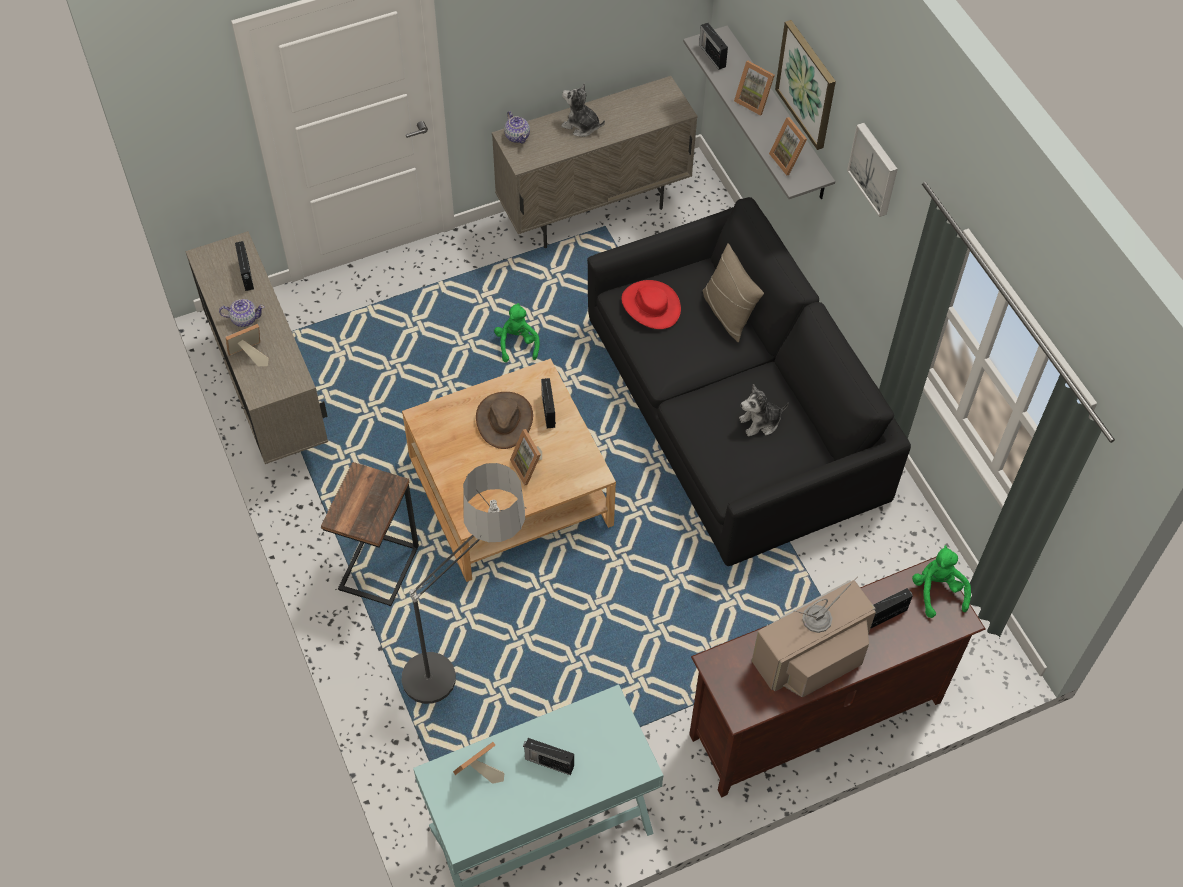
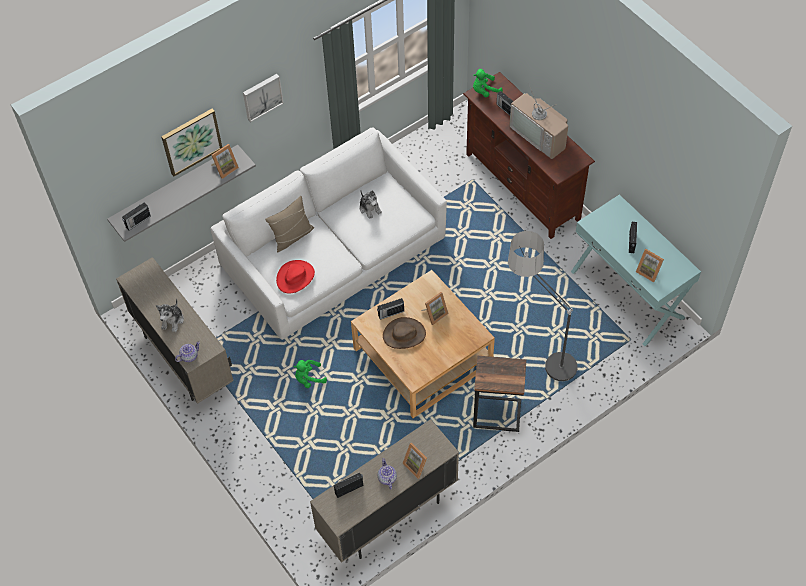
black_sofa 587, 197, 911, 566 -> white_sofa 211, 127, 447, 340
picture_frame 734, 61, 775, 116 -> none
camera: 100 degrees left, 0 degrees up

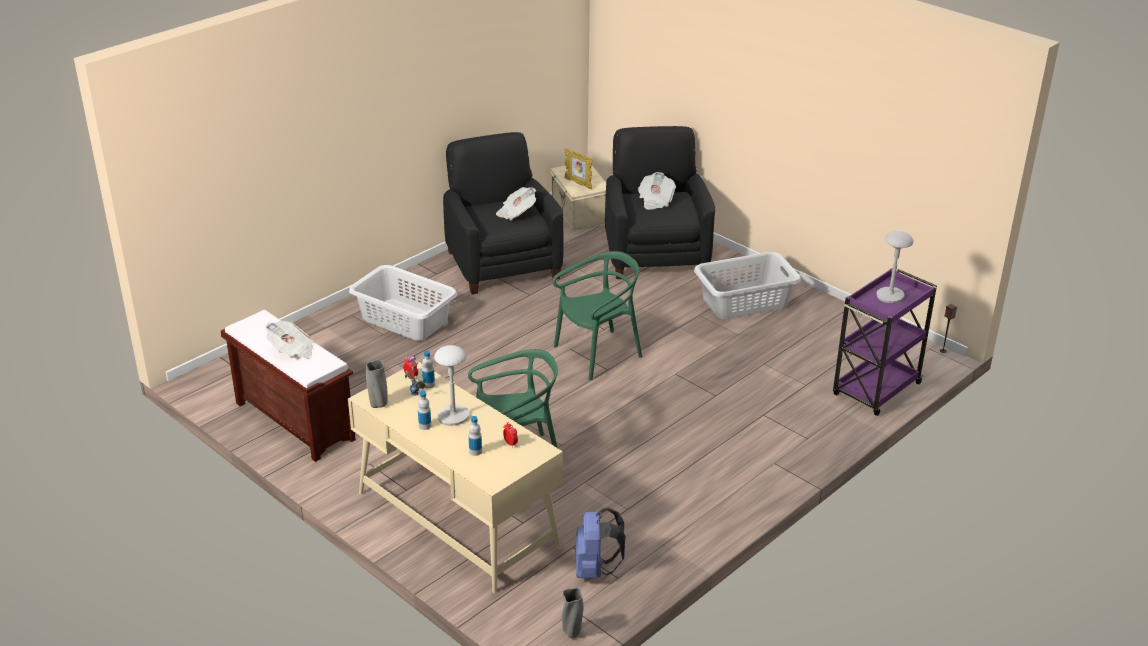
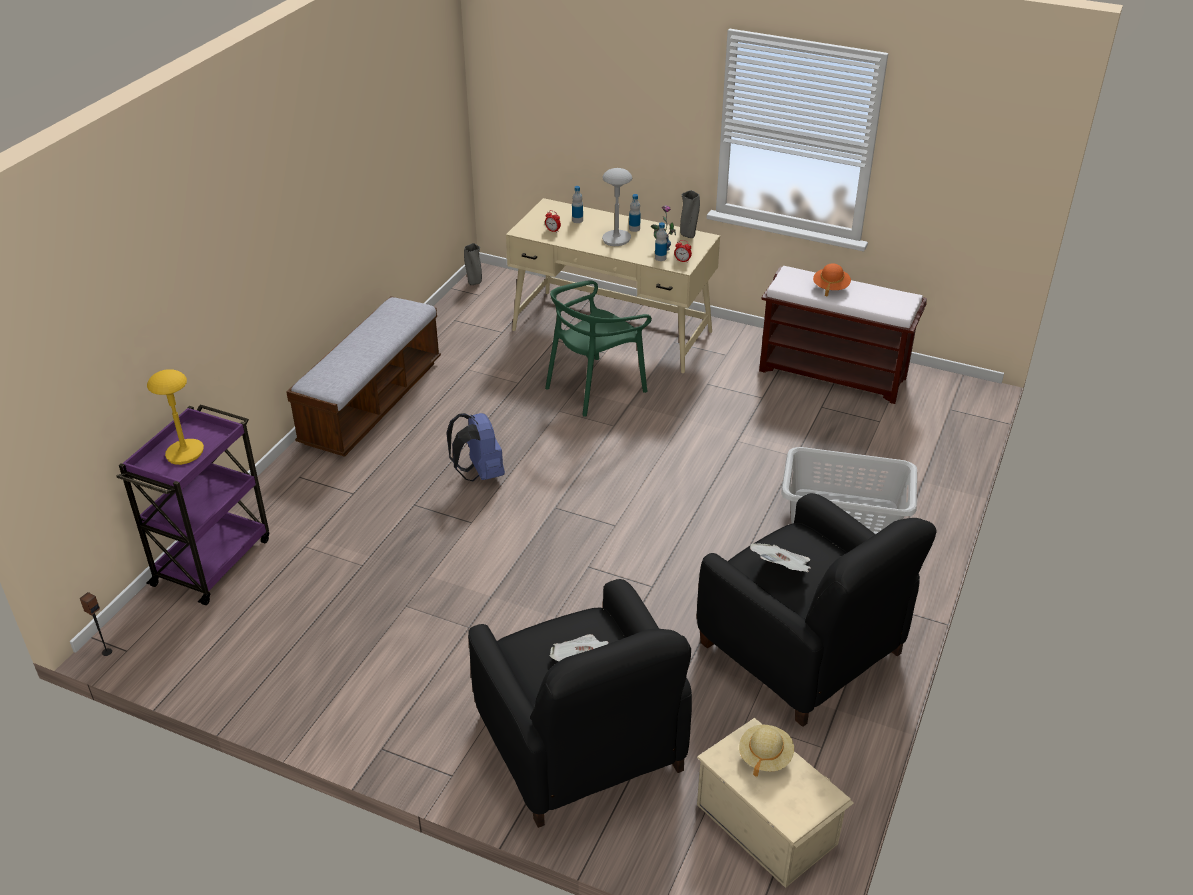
newspaper 265, 321, 314, 359 -> orange_hat 813, 263, 851, 297
green_chair 552, 251, 642, 380 -> none
picture_frame 564, 148, 593, 189 -> beige_hat 739, 725, 794, 777
blue_backpack 575, 508, 626, 578 -> blue_backpack 446, 413, 505, 481, move
grey_laundry_basket 694, 252, 801, 319 -> none
grey_table_lamp 877, 231, 914, 303 -> yellow_table_lamp 147, 369, 204, 465
none -> bench 286, 296, 441, 457
camera: 160 degrees right, 5 degrees up

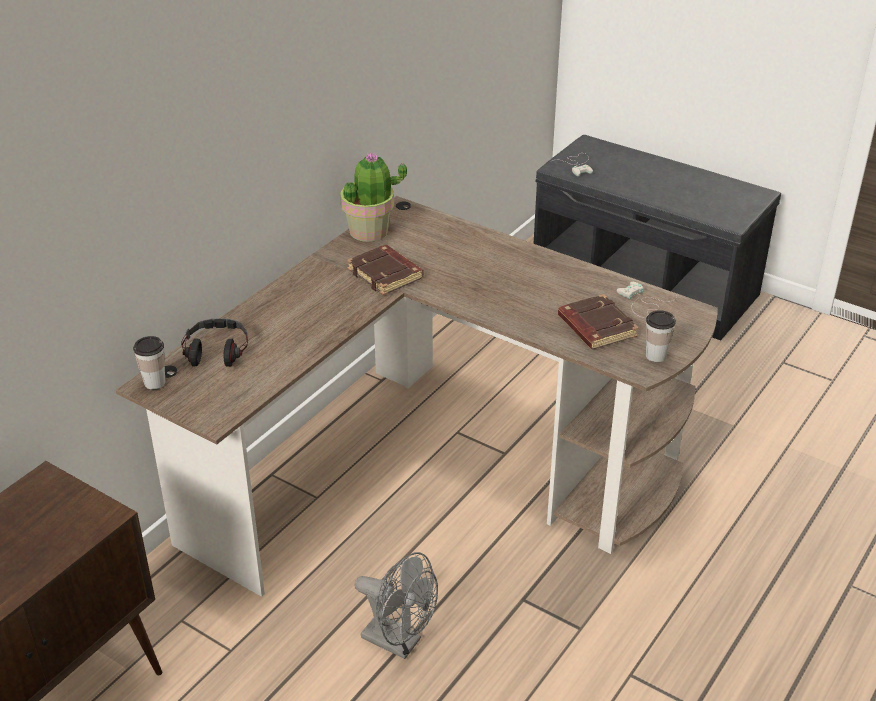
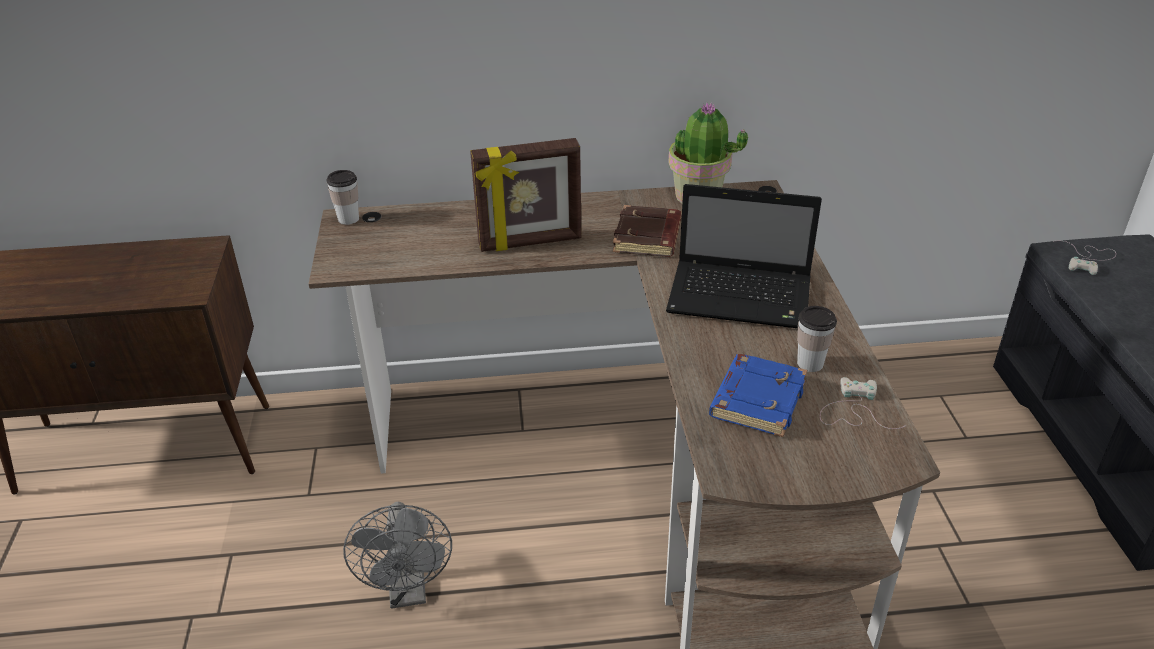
headphones 181, 318, 248, 367 -> none
brown_book 558, 294, 639, 349 -> blue_book 709, 354, 807, 437
cup 646, 310, 676, 362 -> cup 797, 306, 837, 372, move
none -> picture_frame 470, 138, 582, 252
none -> laptop 666, 184, 822, 328
camera: 50 degrees right, 0 degrees up

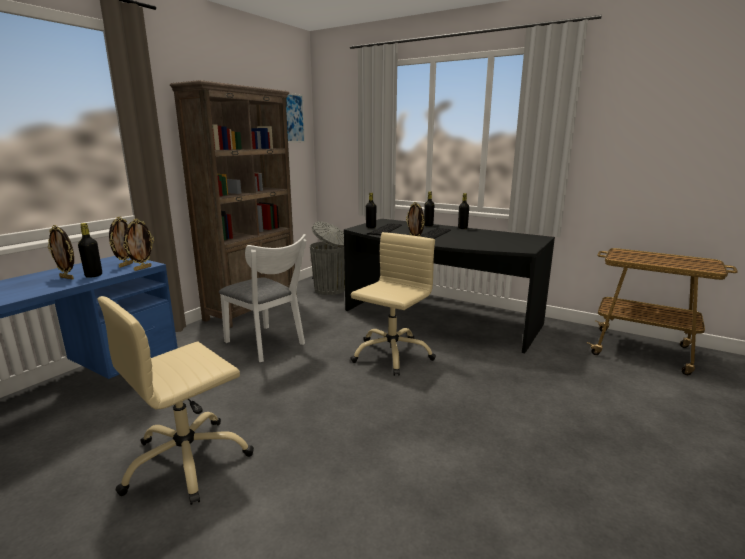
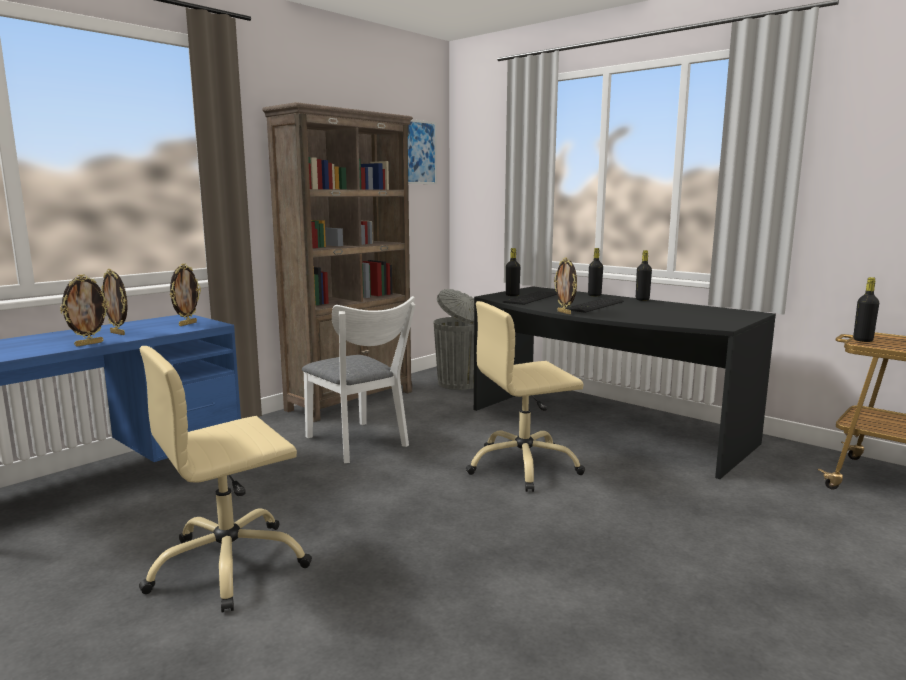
black_bottle 78, 223, 102, 278 -> black_bottle 853, 277, 879, 342, move
picture_frame 123, 219, 154, 271 -> picture_frame 60, 274, 109, 347, move
beige_office_chair 350, 232, 436, 376 -> beige_office_chair 466, 301, 585, 492, 150 degrees counterclockwise
camera: 10 degrees right, 5 degrees down

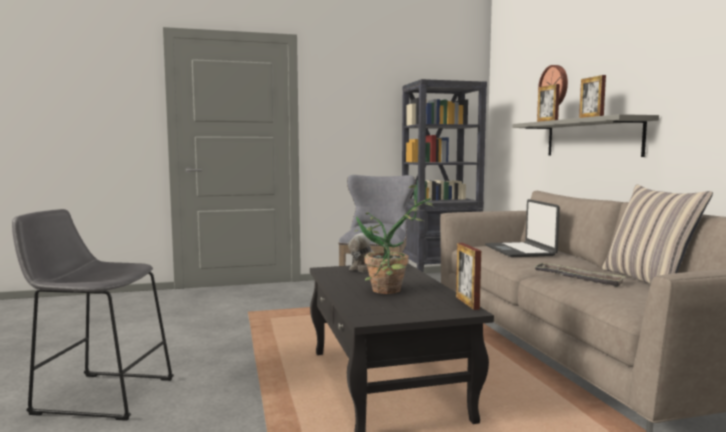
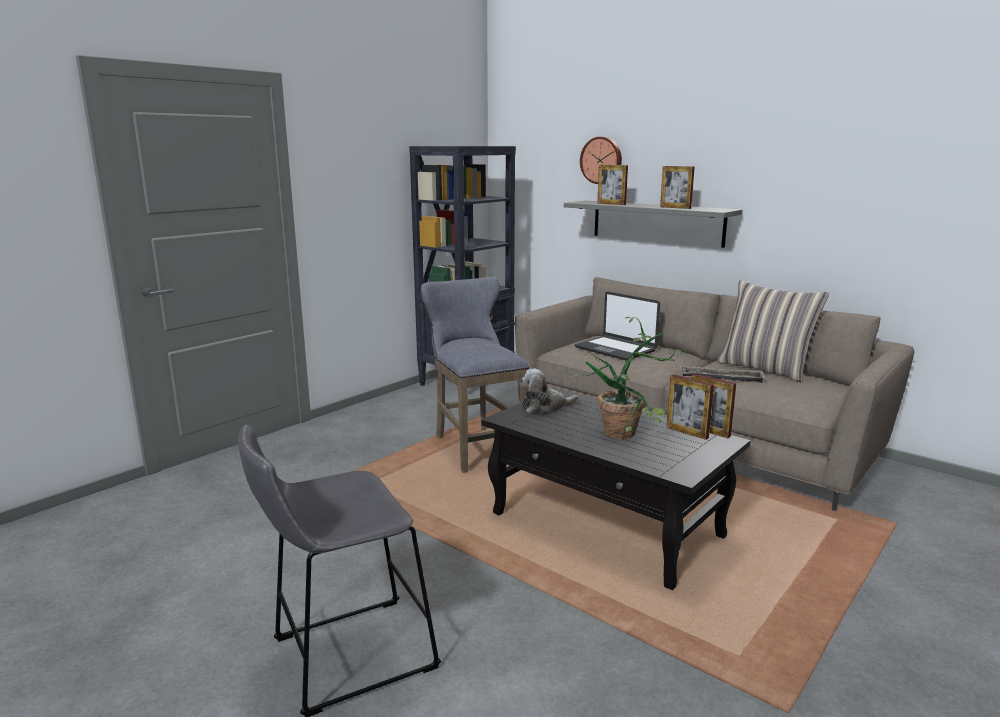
none -> picture_frame 667, 375, 714, 440
camera: 35 degrees left, 10 degrees up

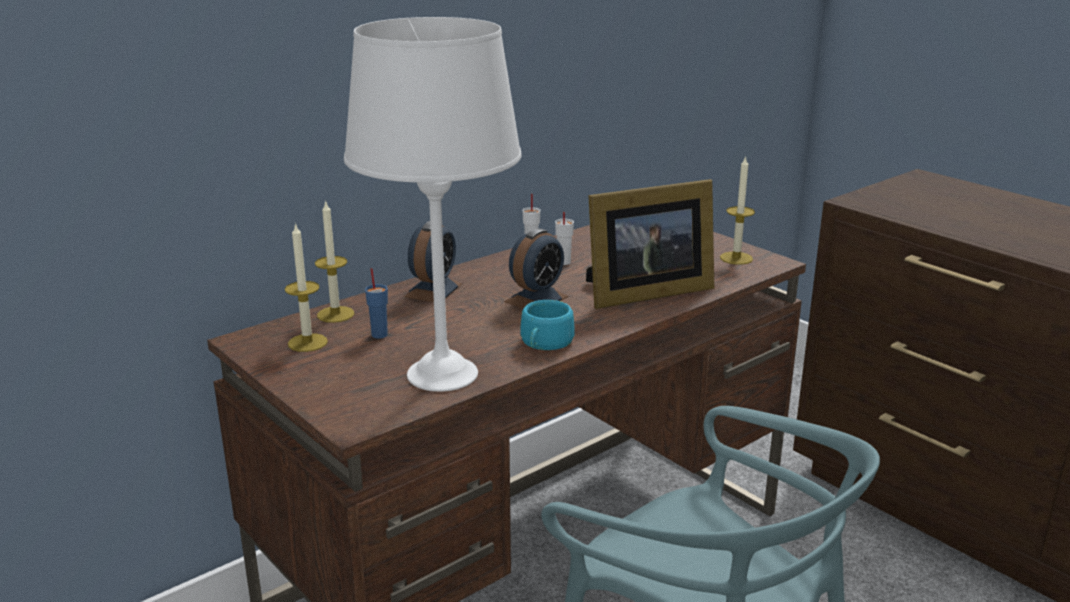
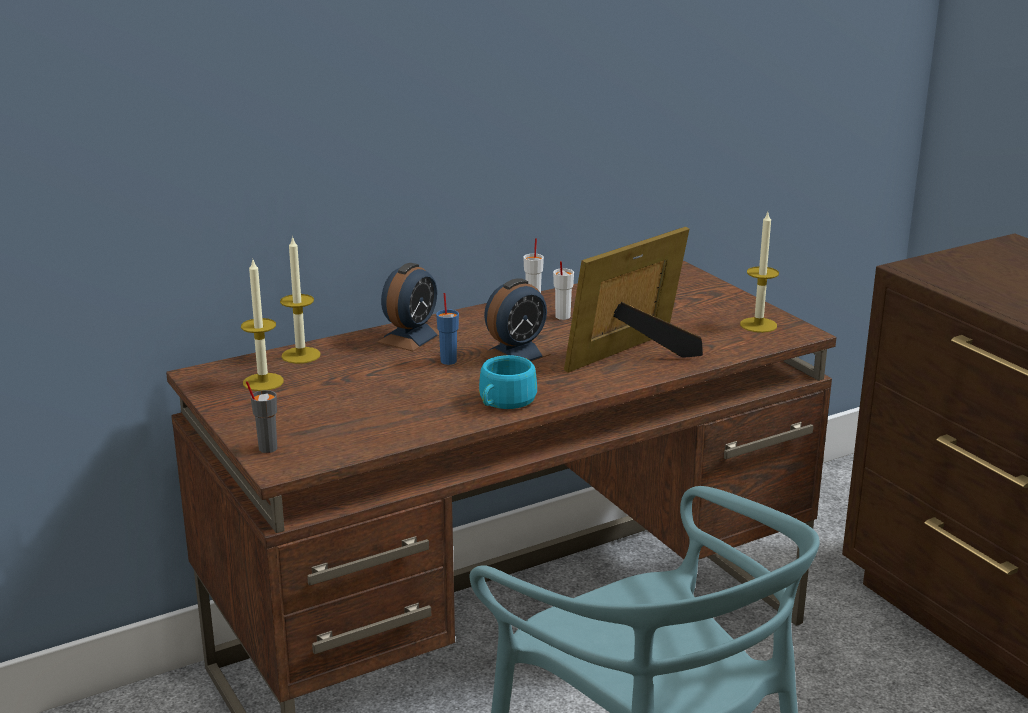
white_table_lamp 344, 17, 522, 392 -> none
blue_cup 365, 268, 388, 339 -> blue_cup 436, 293, 459, 365, move
picture_frame 586, 179, 714, 309 -> picture_frame 564, 227, 703, 373, 150 degrees clockwise
none -> grey_cup 246, 381, 277, 453
camera: 10 degrees right, 0 degrees up

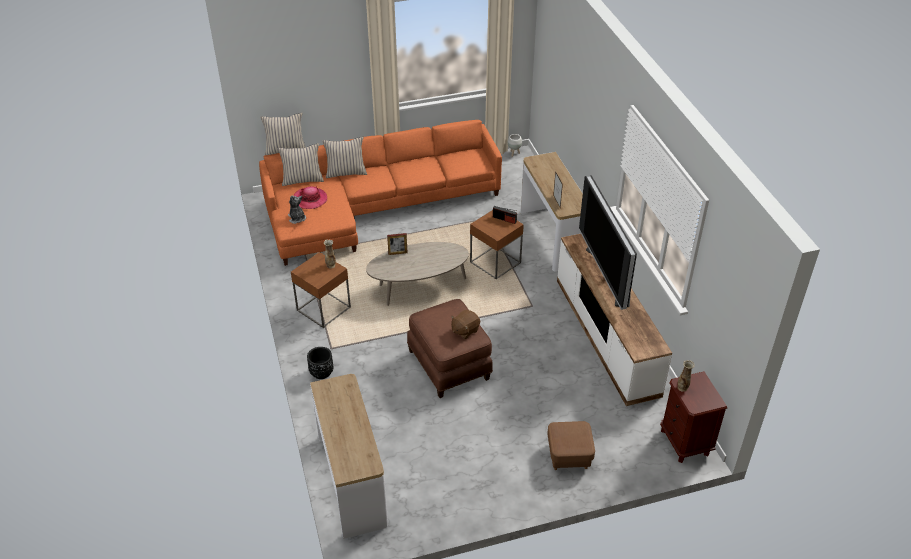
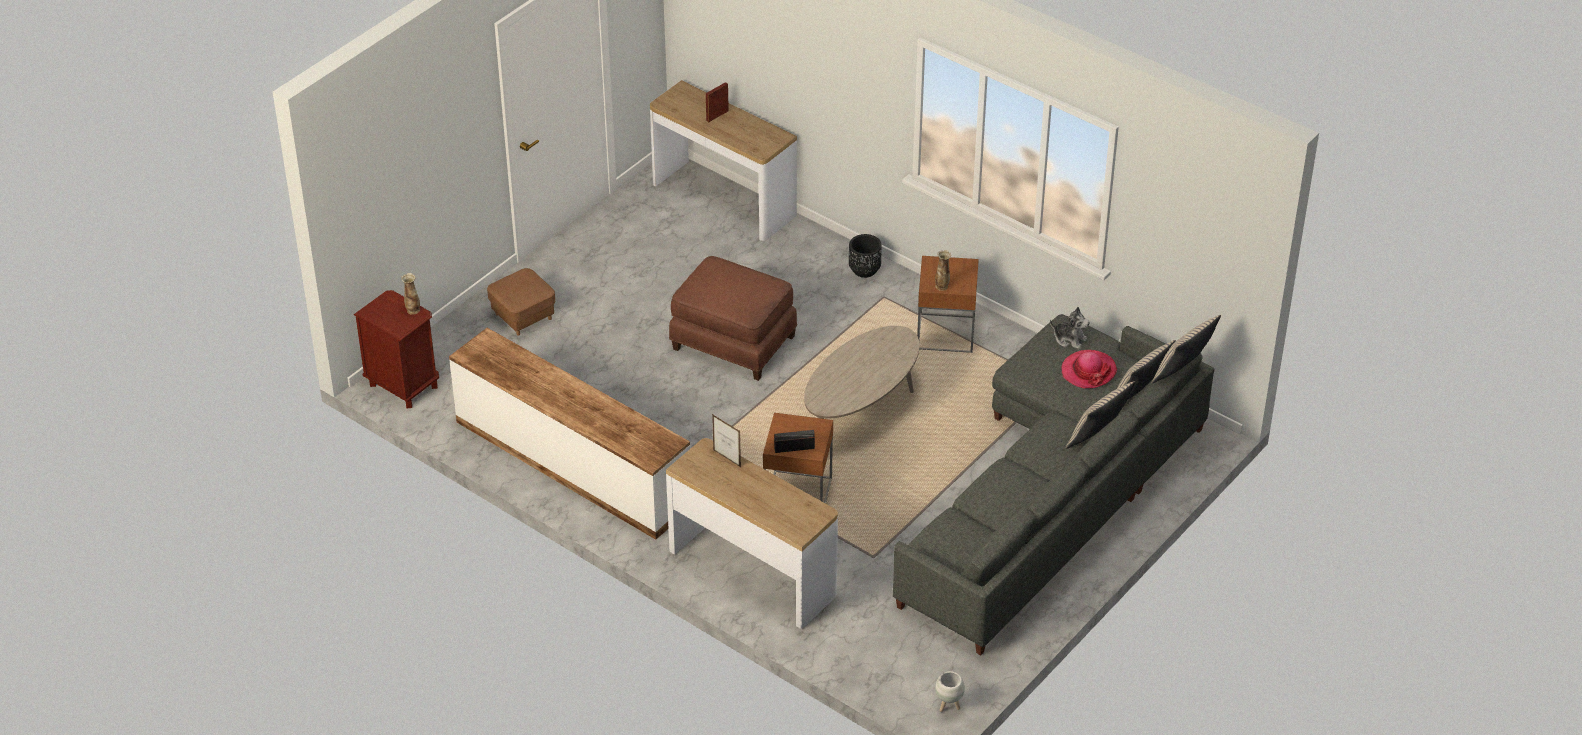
orange_sofa 259, 120, 502, 266 -> grey_sofa 893, 314, 1214, 655
picture_frame 387, 233, 407, 255 -> picture_frame 706, 82, 729, 122, move
brown_plush_toy 451, 310, 480, 339 -> none
television 579, 175, 637, 310 -> none
camera: 145 degrees right, 0 degrees up

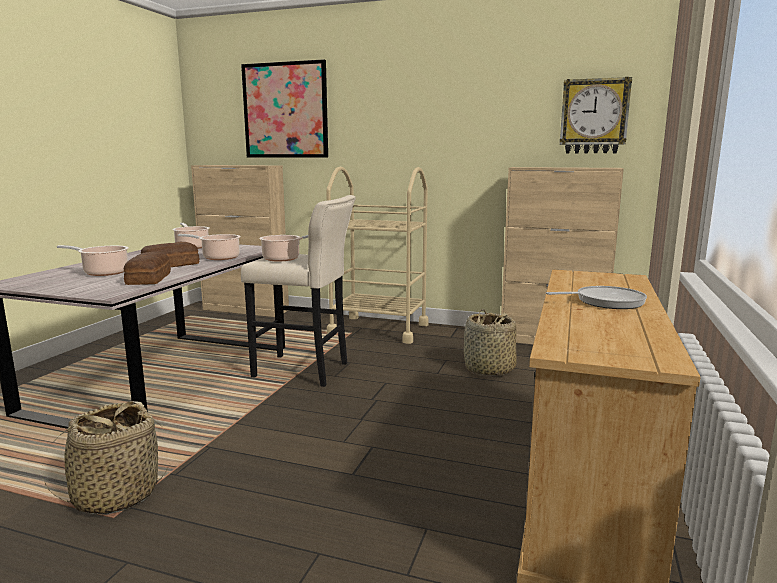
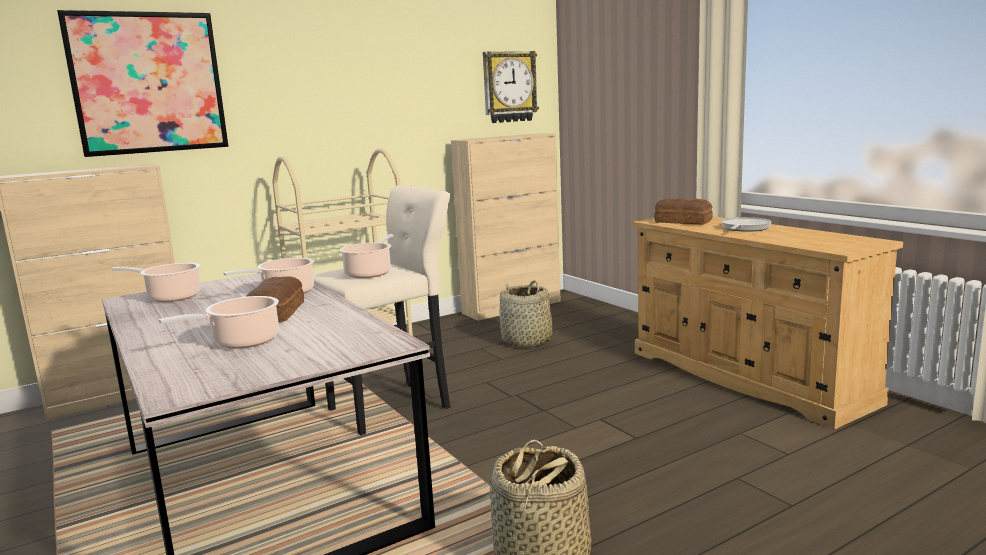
bread 124, 252, 171, 285 -> bread 654, 199, 713, 224, move
camera: 50 degrees left, 0 degrees up

